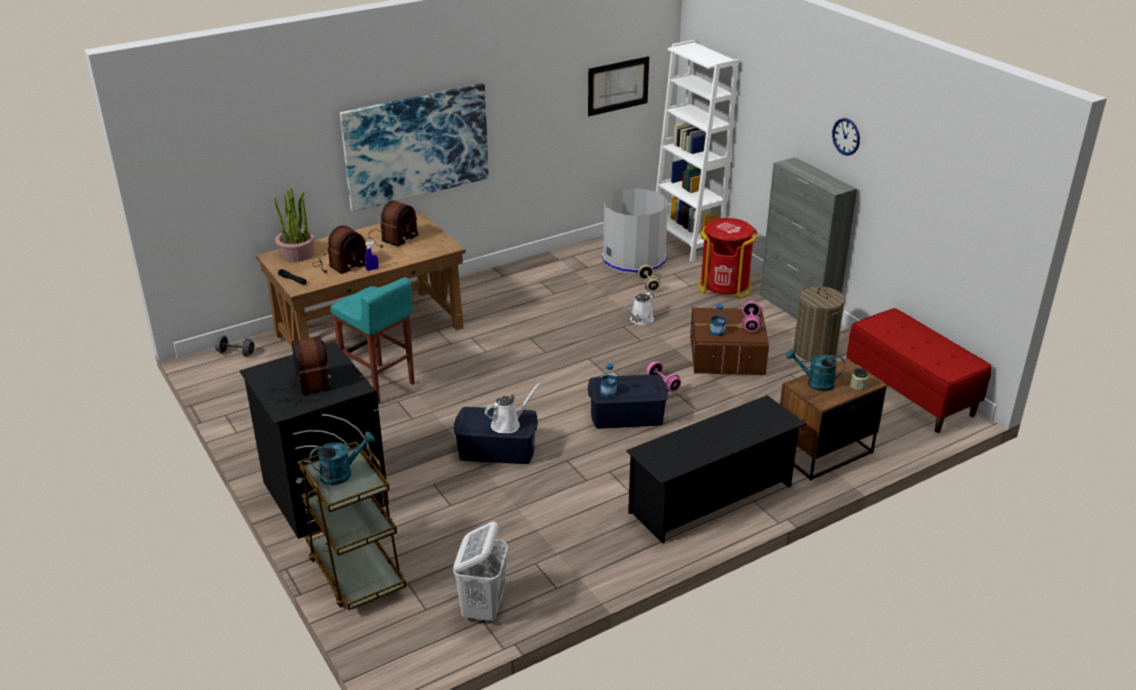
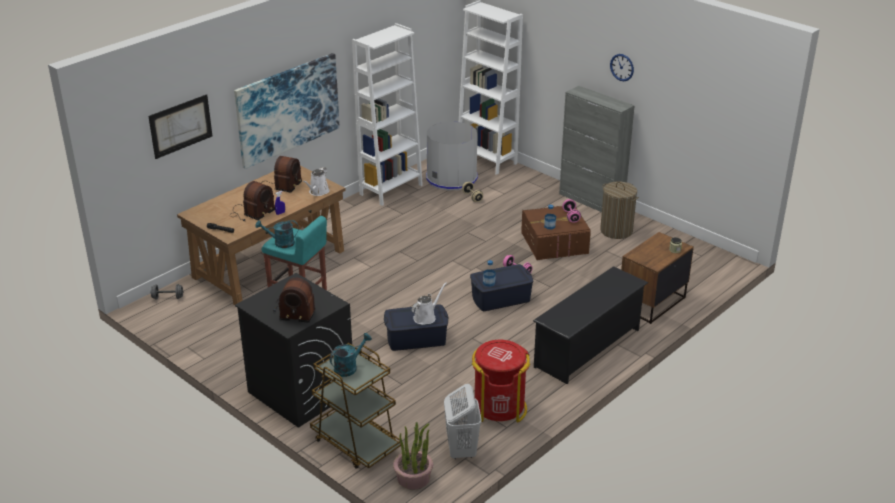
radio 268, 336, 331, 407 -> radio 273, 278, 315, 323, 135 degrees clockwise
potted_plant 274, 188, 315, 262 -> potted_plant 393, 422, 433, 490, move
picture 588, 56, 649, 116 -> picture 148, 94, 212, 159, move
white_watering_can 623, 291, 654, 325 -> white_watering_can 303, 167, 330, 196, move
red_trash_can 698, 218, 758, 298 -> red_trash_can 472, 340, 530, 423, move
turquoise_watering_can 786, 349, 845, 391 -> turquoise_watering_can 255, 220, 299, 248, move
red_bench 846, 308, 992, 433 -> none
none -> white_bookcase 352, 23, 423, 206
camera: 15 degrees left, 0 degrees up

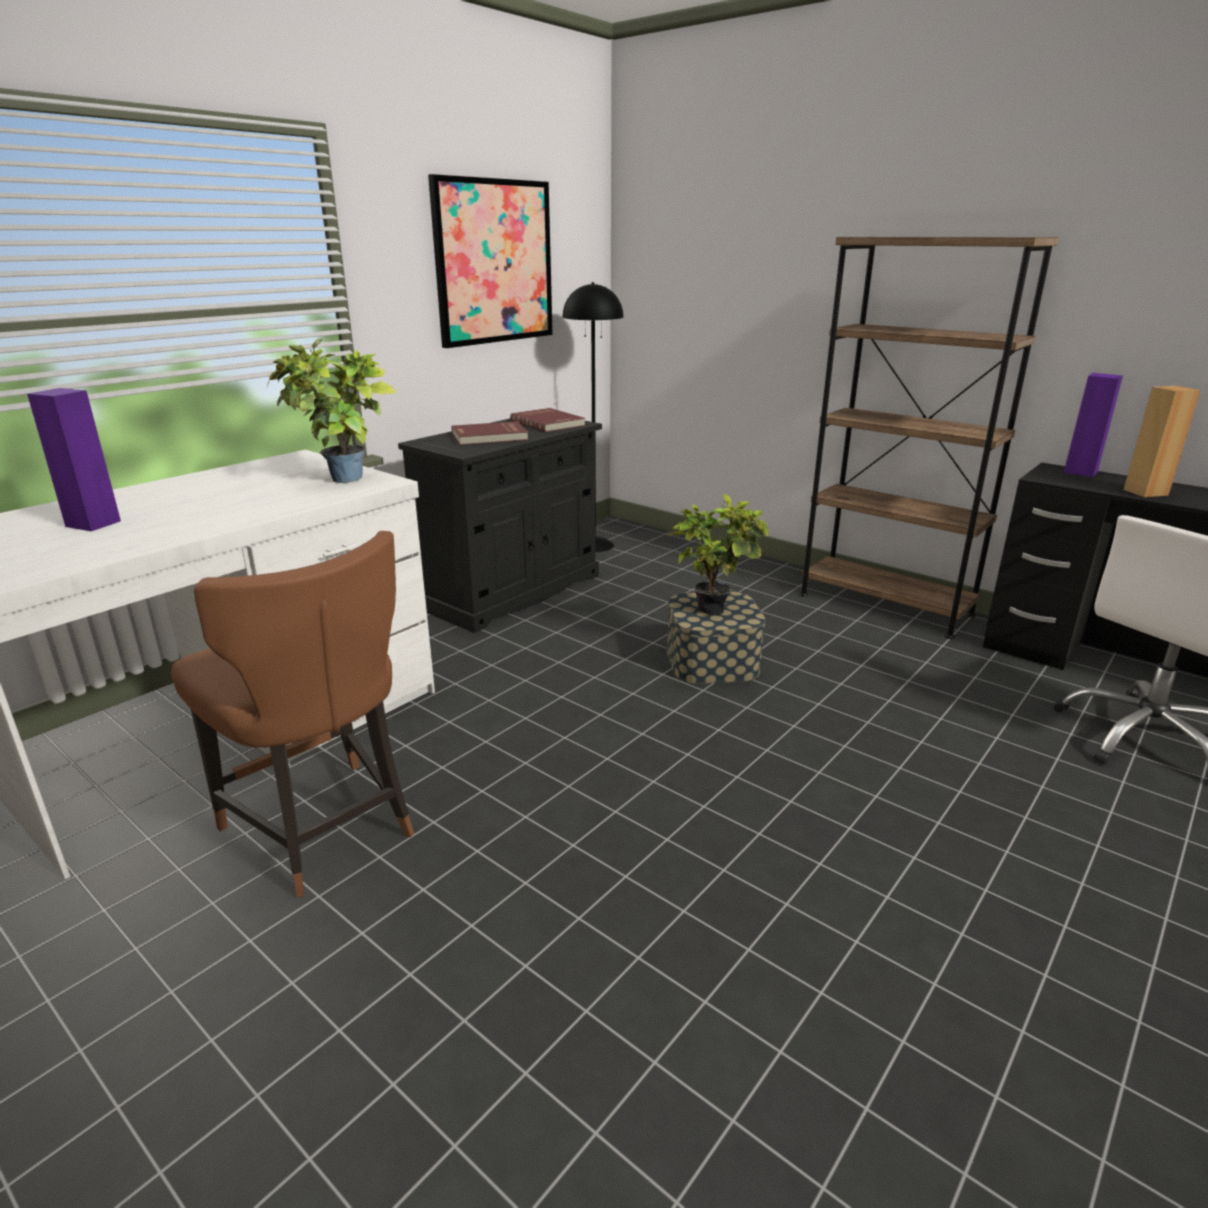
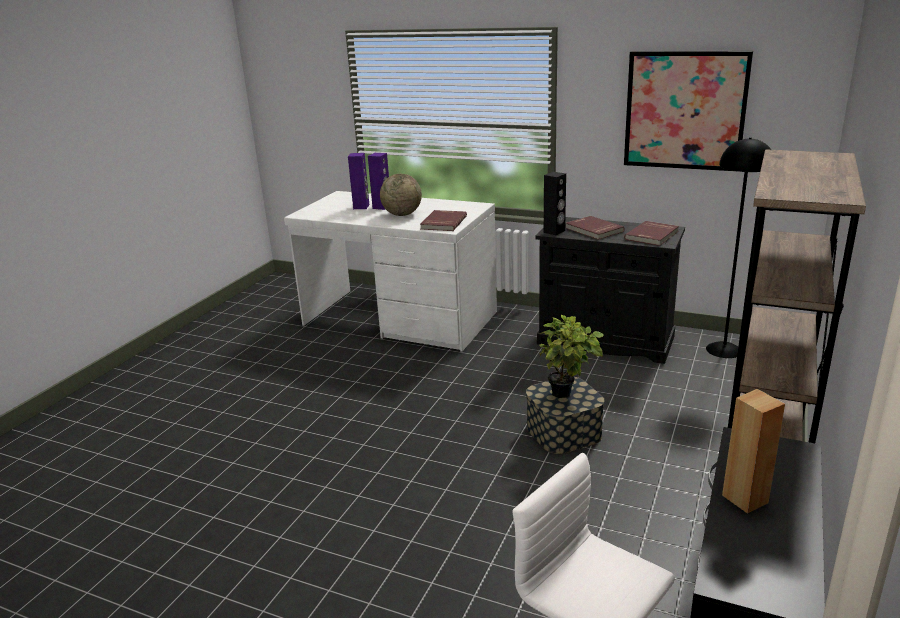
brown_chair 171, 531, 414, 898 -> none
potted_plant 268, 339, 397, 483 -> red_book 420, 210, 467, 231
purple_speaker 1064, 373, 1123, 477 -> purple_speaker 368, 153, 389, 210, move
none -> globe 380, 174, 422, 216
none -> black_speaker 544, 172, 566, 235
camera: 75 degrees right, 0 degrees up

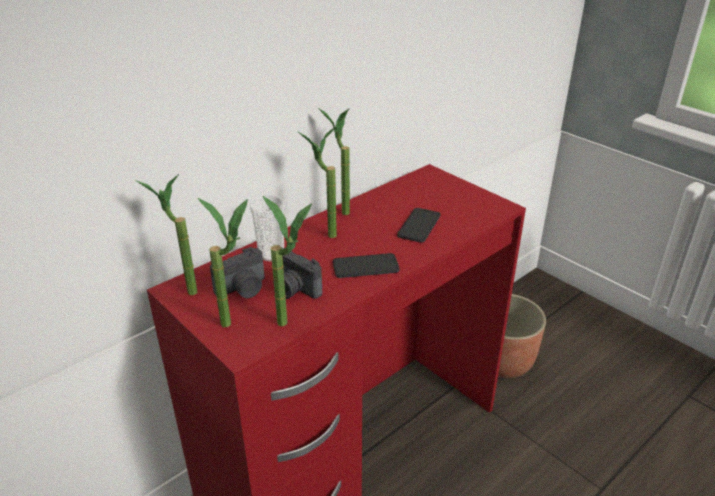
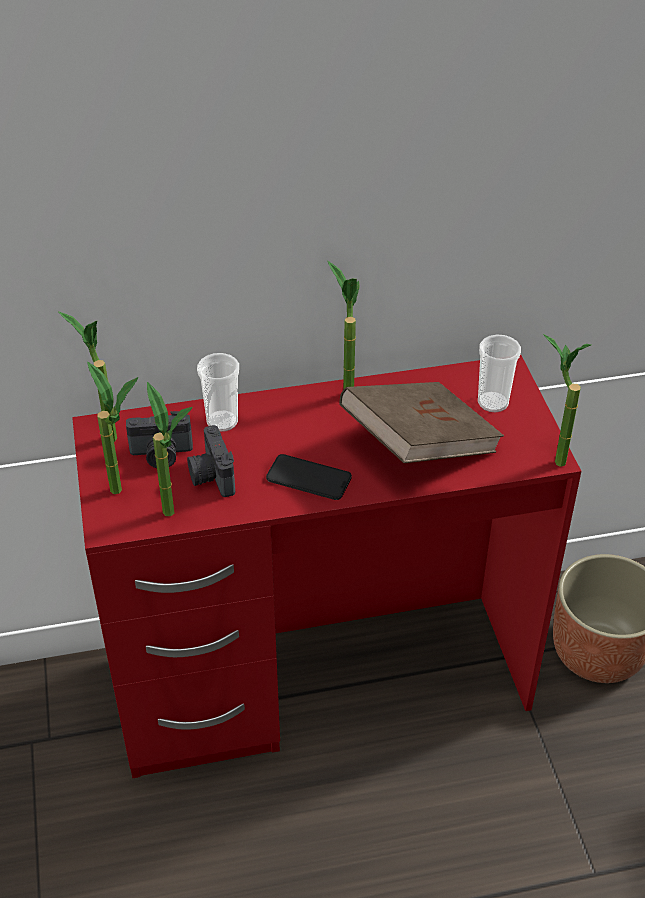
potted_plant 299, 126, 337, 238 -> potted_plant 543, 334, 591, 467, move
phone 397, 208, 441, 243 -> brown_book 339, 382, 504, 463
none -> cup 478, 335, 521, 412
camera: 30 degrees right, 10 degrees up

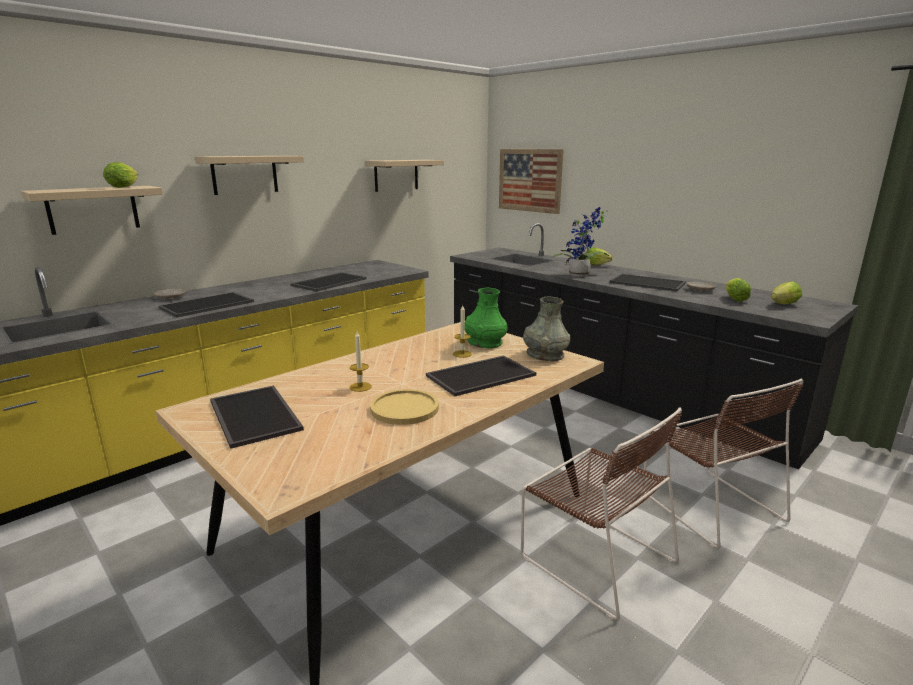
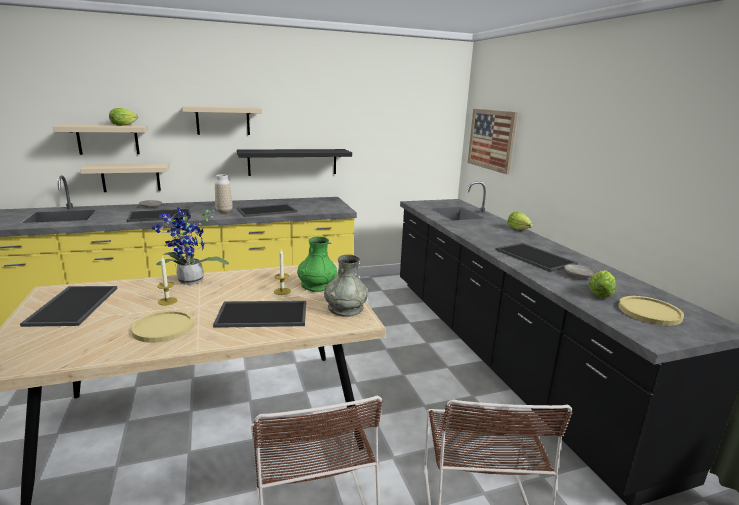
beige_shelf 365, 160, 444, 192 -> beige_shelf 80, 163, 169, 192, move
potted_plant 552, 207, 609, 277 -> potted_plant 152, 207, 229, 285, move
lettuce 771, 281, 802, 304 -> yellow_plate 618, 296, 684, 326
none -> vase 215, 174, 233, 213
none -> black_shelf 237, 149, 352, 176
camera: 25 degrees right, 0 degrees up

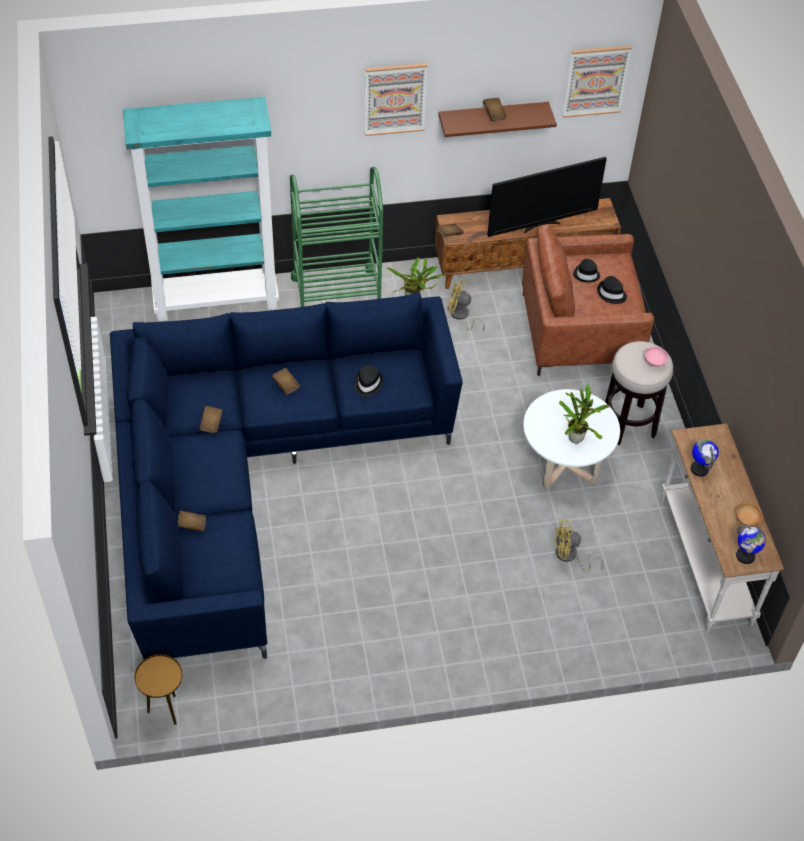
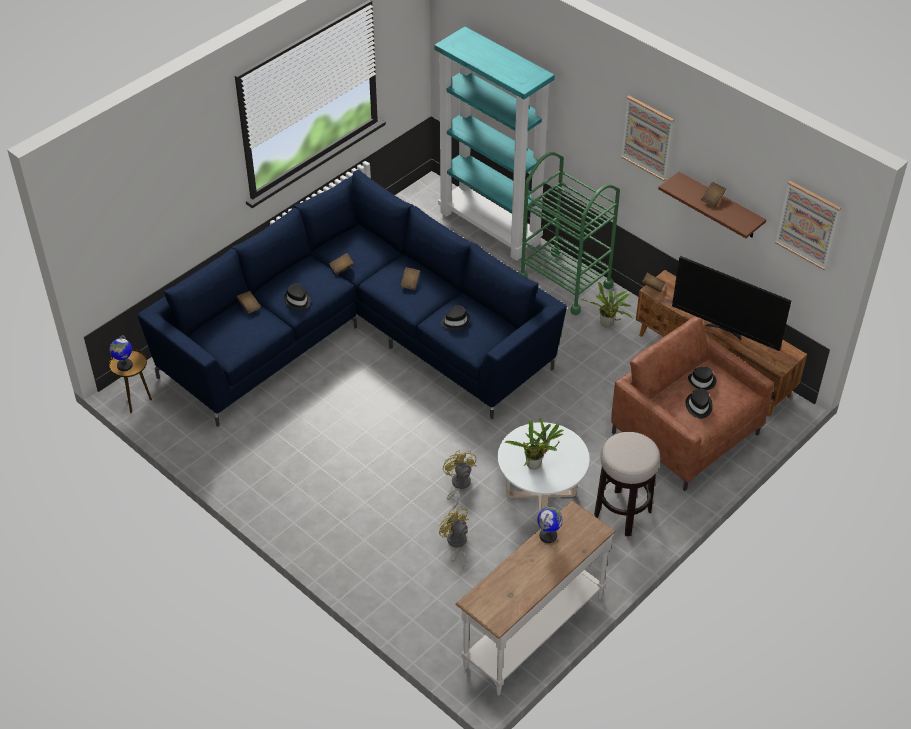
yellow_fan 448, 279, 485, 333 -> yellow_fan 443, 450, 476, 509, move
pink_bowl 644, 347, 668, 367 -> none
brown_bowl 736, 503, 762, 526 -> none
globe 736, 525, 766, 564 -> globe 109, 335, 133, 371, move
none -> black_hat 284, 283, 311, 310
camera: 55 degrees right, 5 degrees down

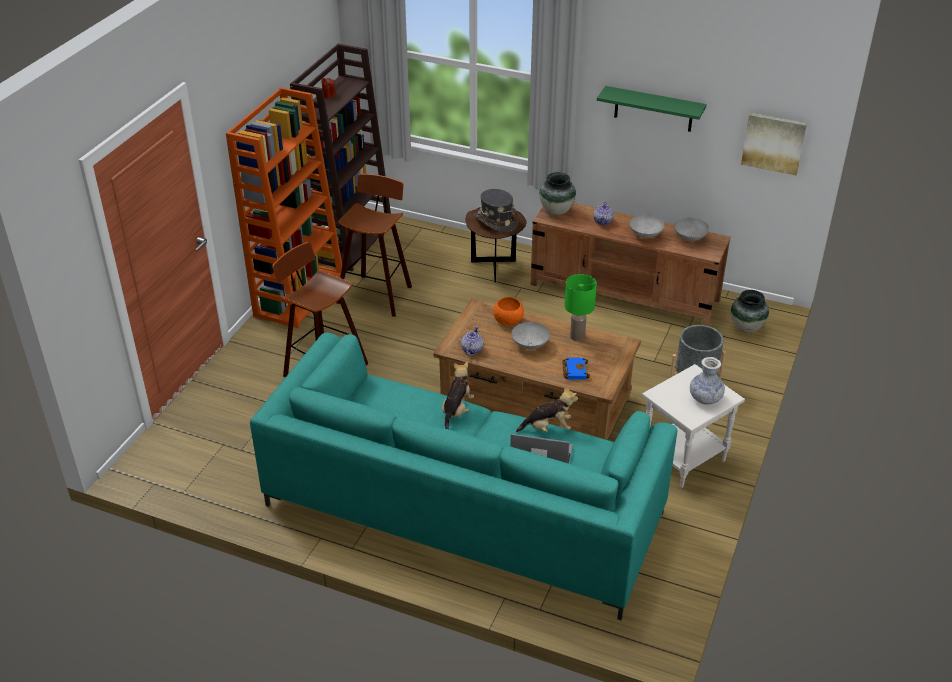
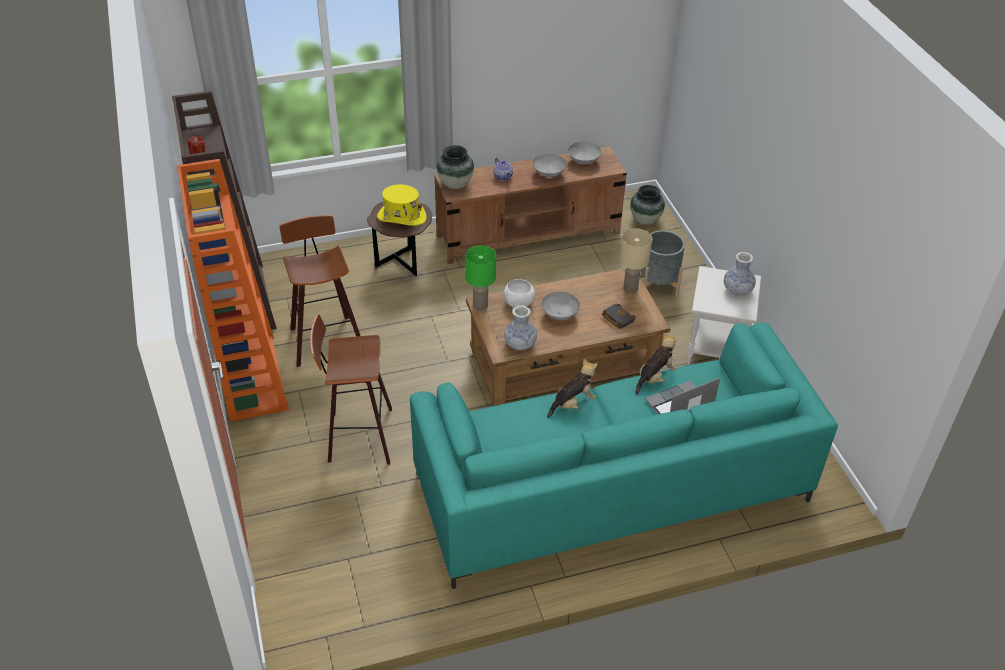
plush_toy 442, 362, 474, 429 -> plush_toy 547, 359, 598, 418, 75 degrees clockwise
teapot 461, 326, 484, 356 -> vase 504, 305, 537, 350
grey_hat 474, 189, 519, 232 -> yellow_hat 377, 184, 427, 226
orange_bowl 493, 297, 524, 326 -> white_bowl 504, 279, 535, 307
blue_book 562, 358, 590, 380 -> black_book 601, 304, 636, 329
green_table_lamp 564, 274, 597, 341 -> green_table_lamp 465, 245, 496, 311, move
green_shelf 597, 86, 707, 132 -> none
picture 741, 113, 807, 175 -> none
none -> beige_table_lamp 620, 228, 652, 293
camera: 40 degrees left, 5 degrees up

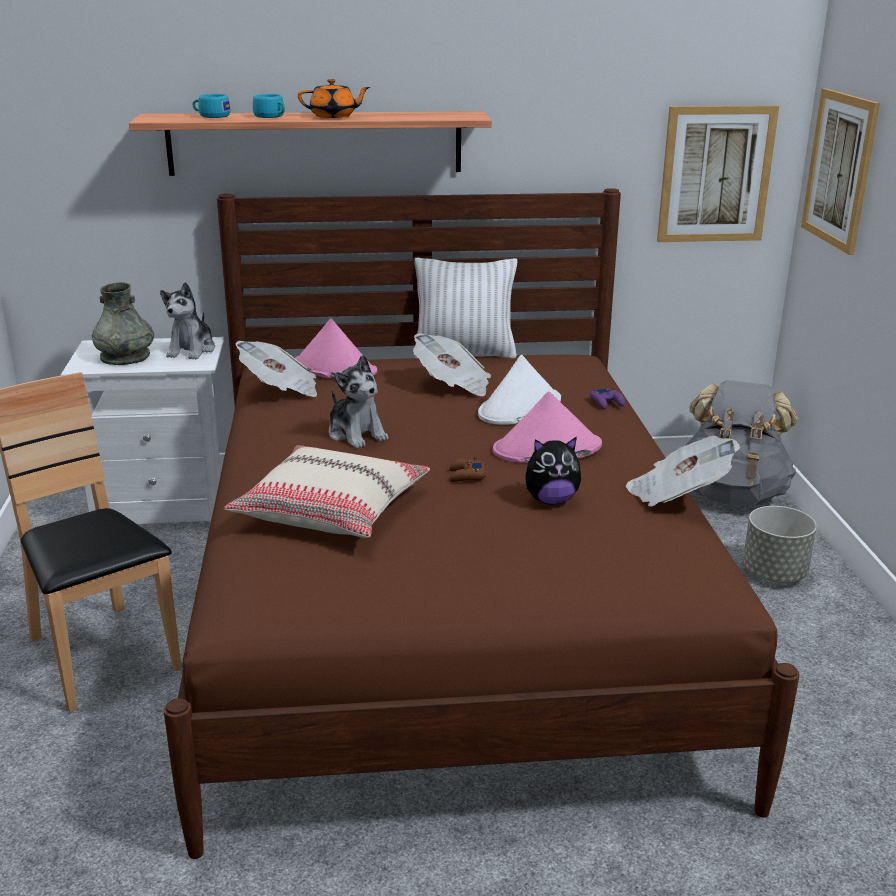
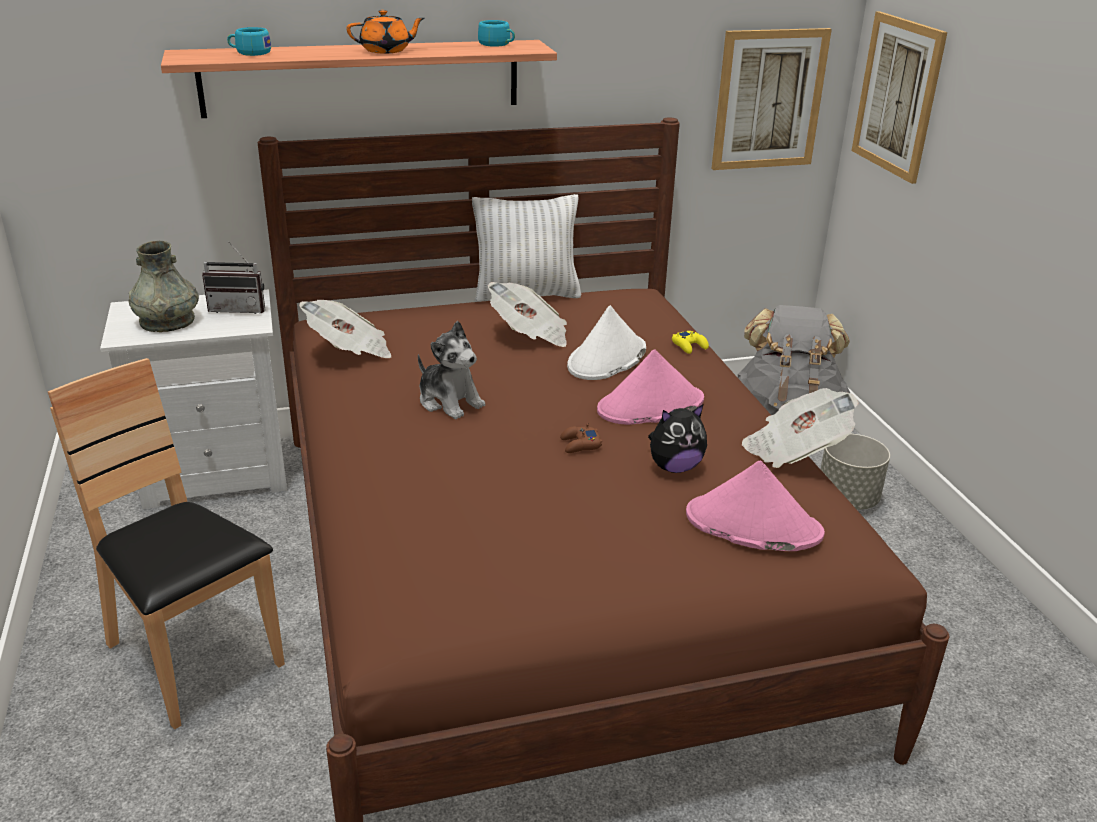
plush_toy 160, 282, 215, 360 -> radio 202, 242, 265, 314
beige_pillow 224, 445, 430, 538 -> none
turquoise_cup 253, 94, 285, 118 -> turquoise_cup 478, 20, 515, 47, move
pink_hat 295, 318, 377, 378 -> pink_hat 686, 460, 825, 551, move
purple_game_controller 590, 389, 625, 409 -> yellow_game_controller 672, 331, 709, 354
camera: 10 degrees left, 5 degrees up

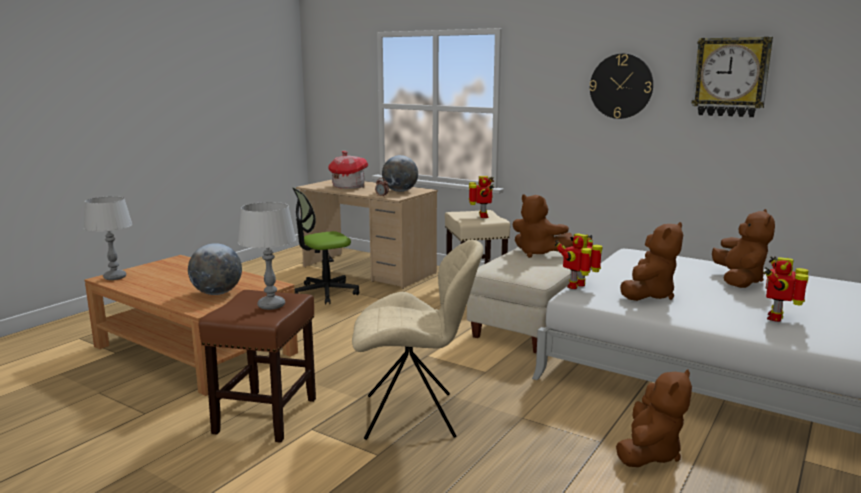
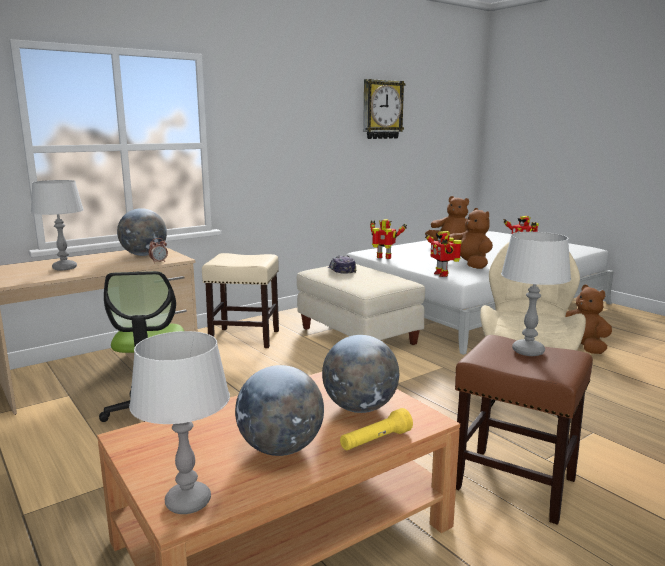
toy_house 328, 151, 368, 189 -> grey_table_lamp 31, 180, 84, 270
toy_robot 469, 176, 494, 218 -> toy_robot 370, 219, 407, 259, move
brown_plush_toy 513, 194, 573, 258 -> cap 328, 256, 356, 274
wall_clock 590, 54, 653, 119 -> none
none -> globe 235, 365, 324, 456
none -> yellow_flashlight 340, 408, 413, 450
camera: 70 degrees left, 0 degrees up

